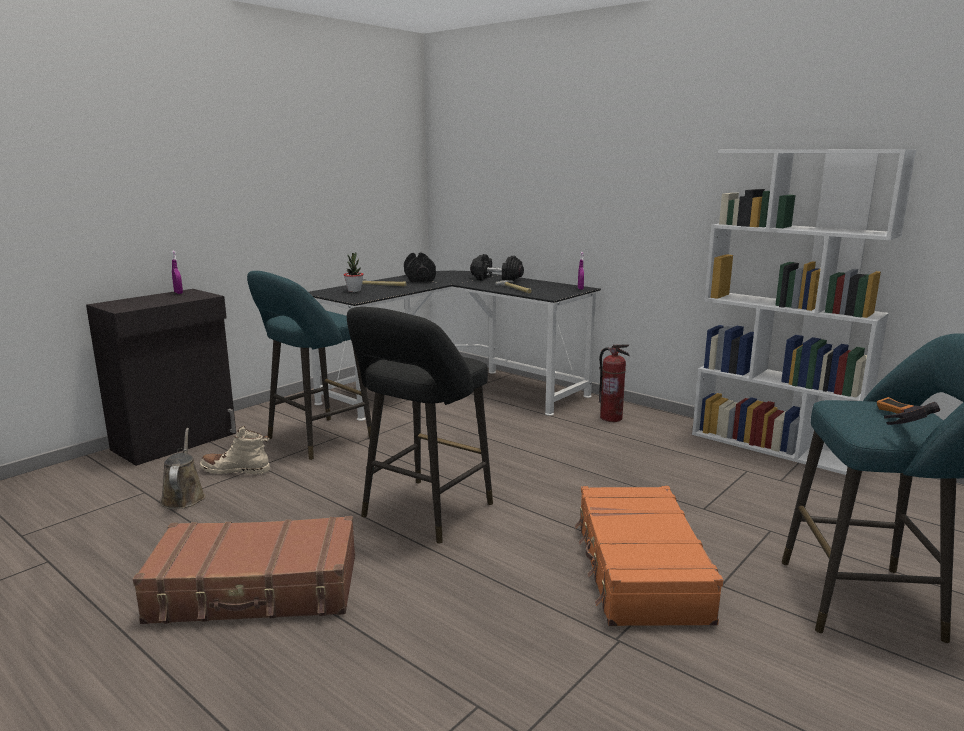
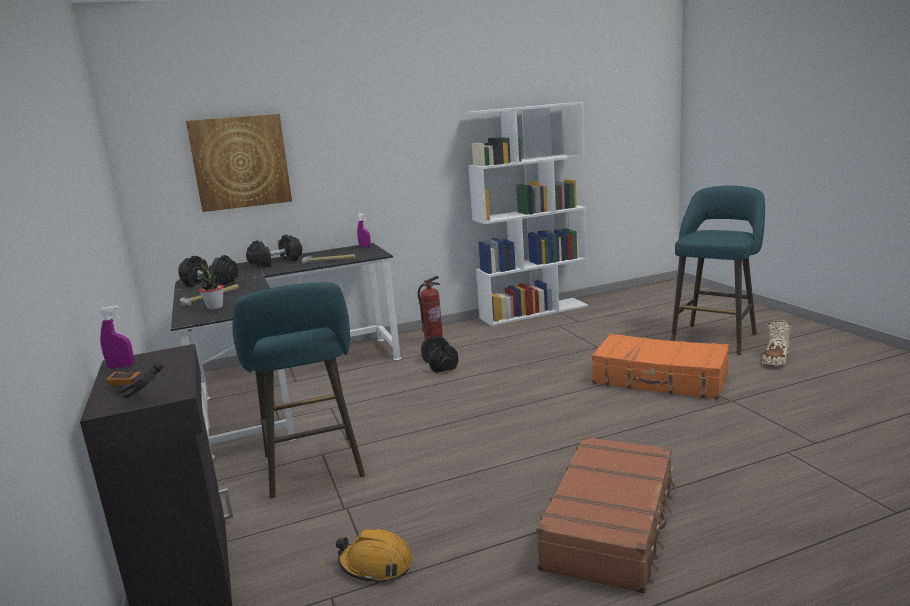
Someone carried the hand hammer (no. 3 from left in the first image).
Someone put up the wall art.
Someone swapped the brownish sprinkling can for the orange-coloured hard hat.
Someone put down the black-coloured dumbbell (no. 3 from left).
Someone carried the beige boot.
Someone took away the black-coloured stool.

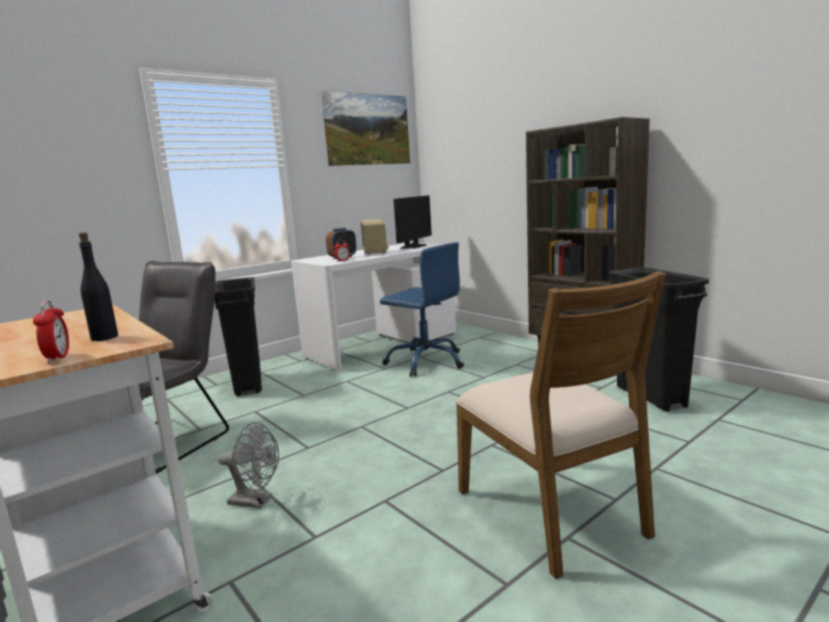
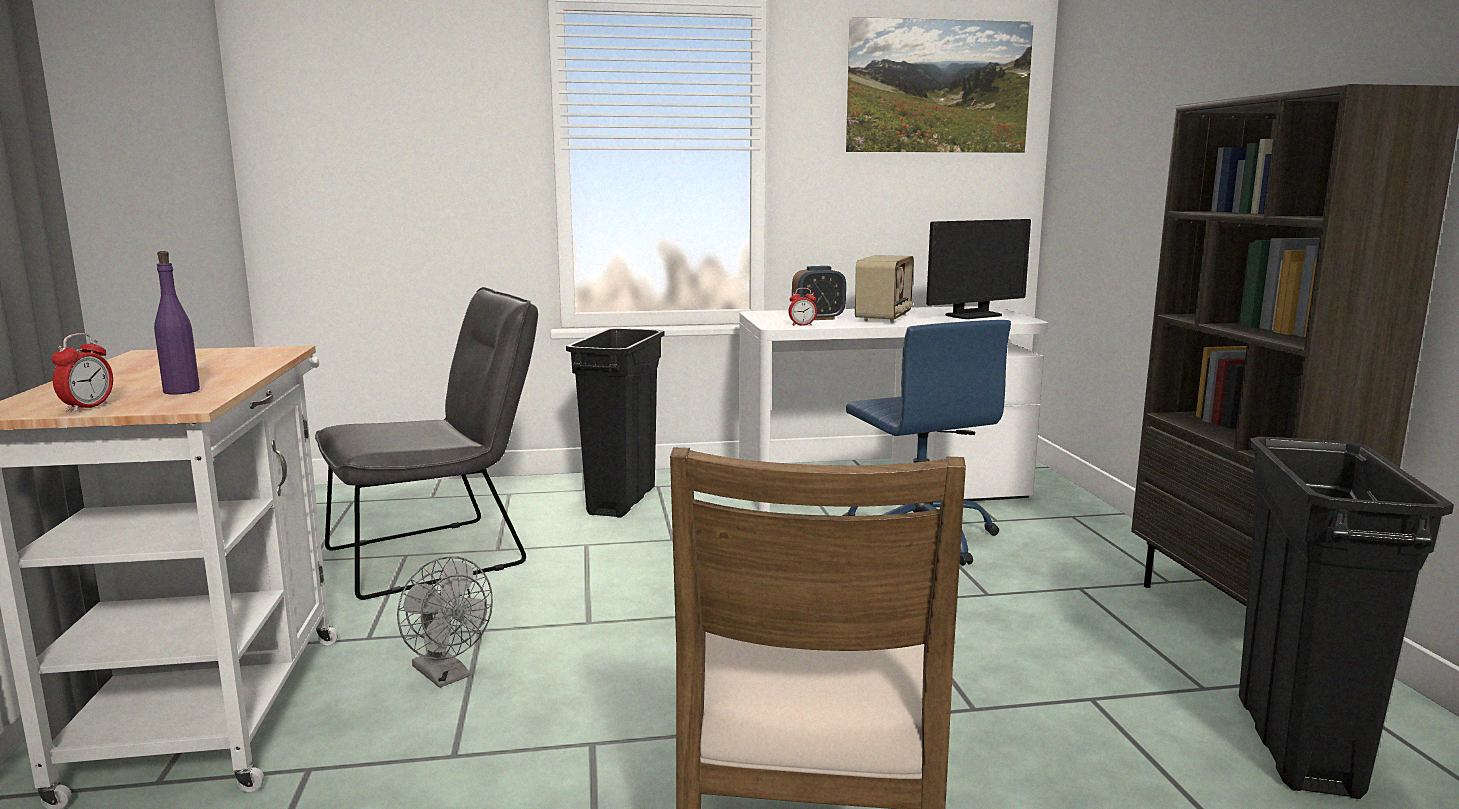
Someone repainted the black-coloured drink bottle, which became the purple drink bottle.

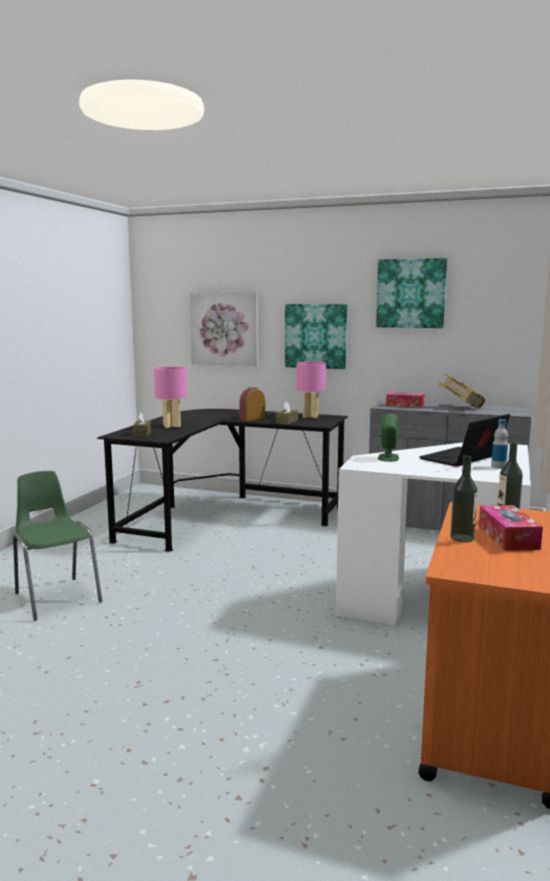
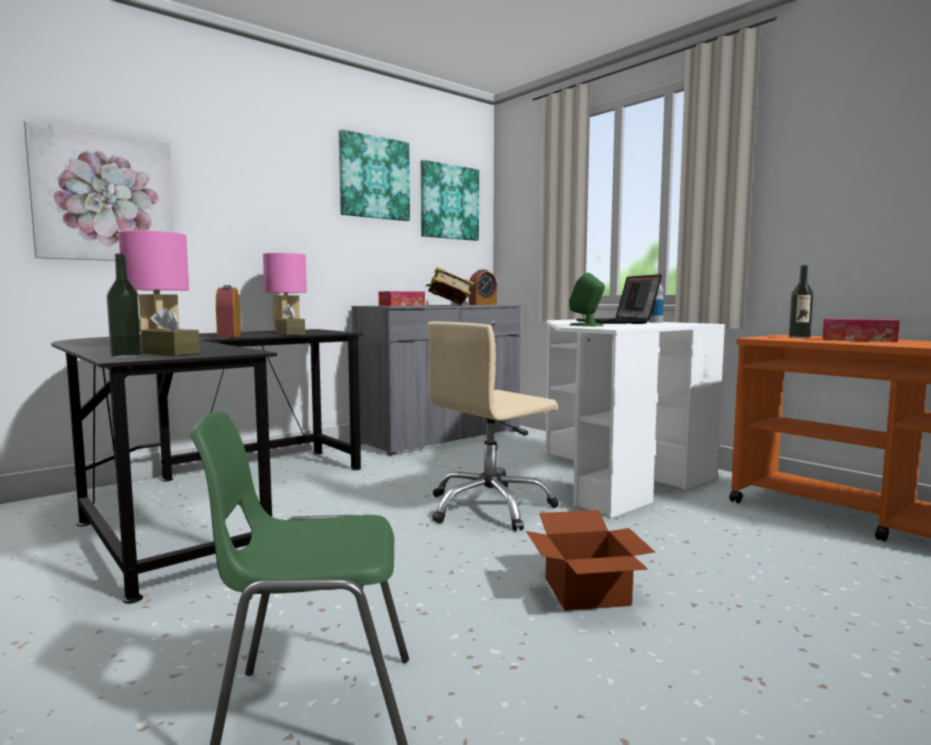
Someone carried the drink bottle (no. 1 from left).
Someone carried the wall art (no. 2 from left in the first image).
Someone put down the beige office chair.
Someone put down the alarm clock (no. 2 from left).
Someone put down the cardboard box.

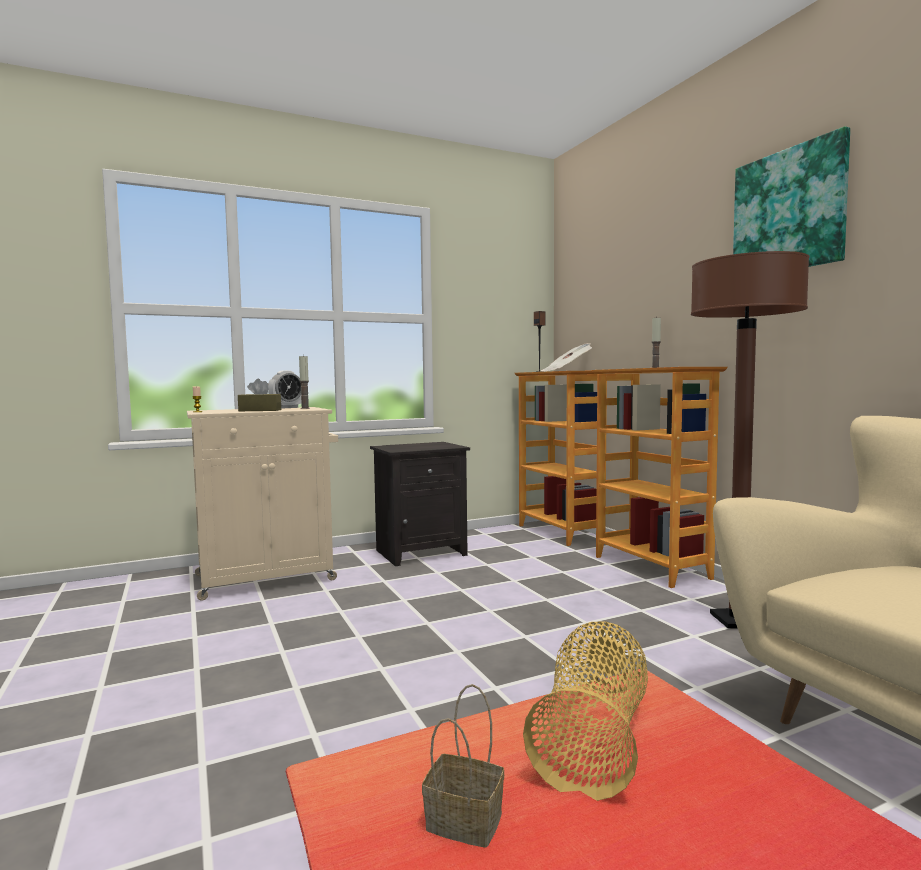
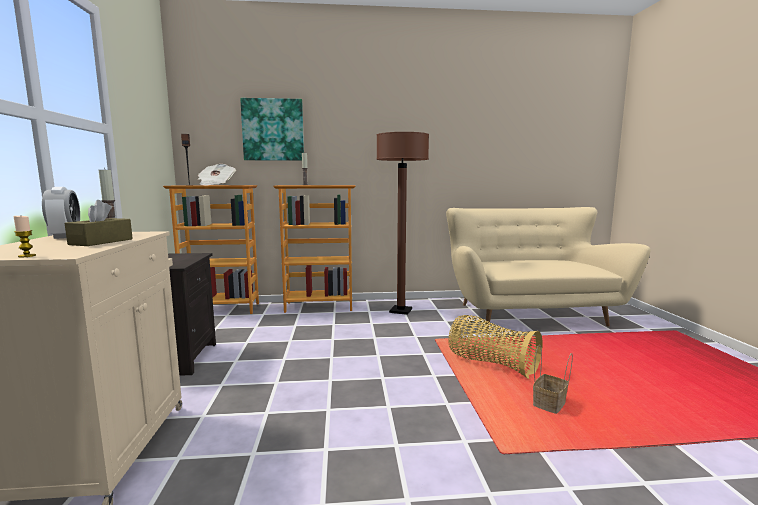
Someone carried the wall art.

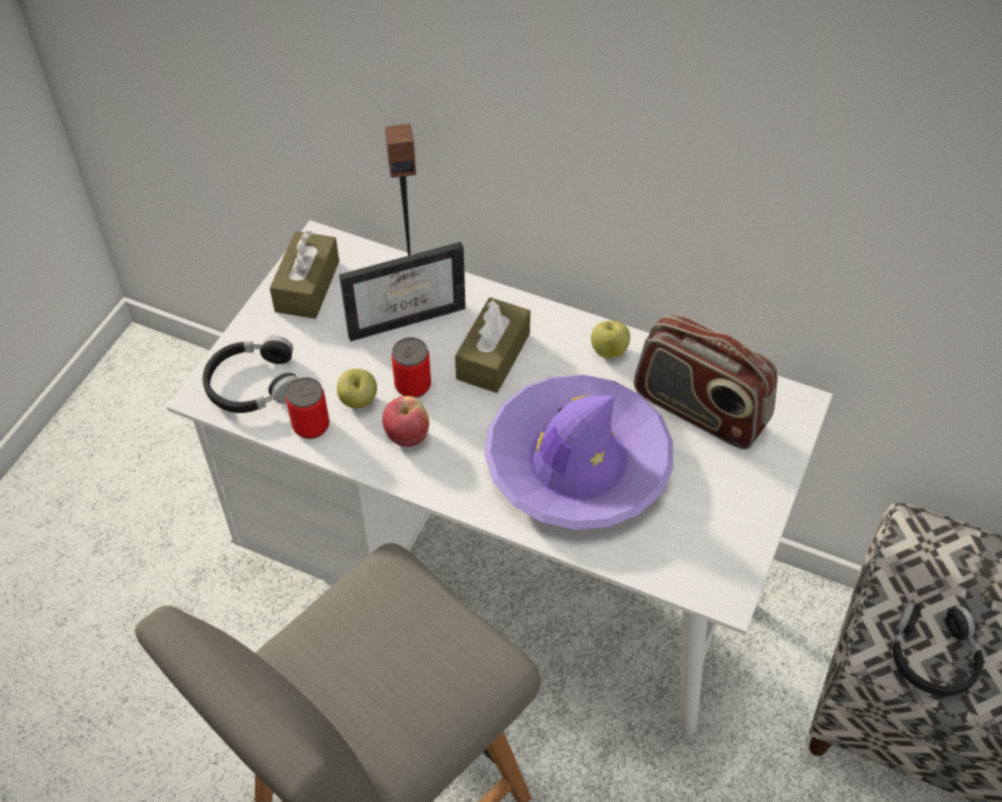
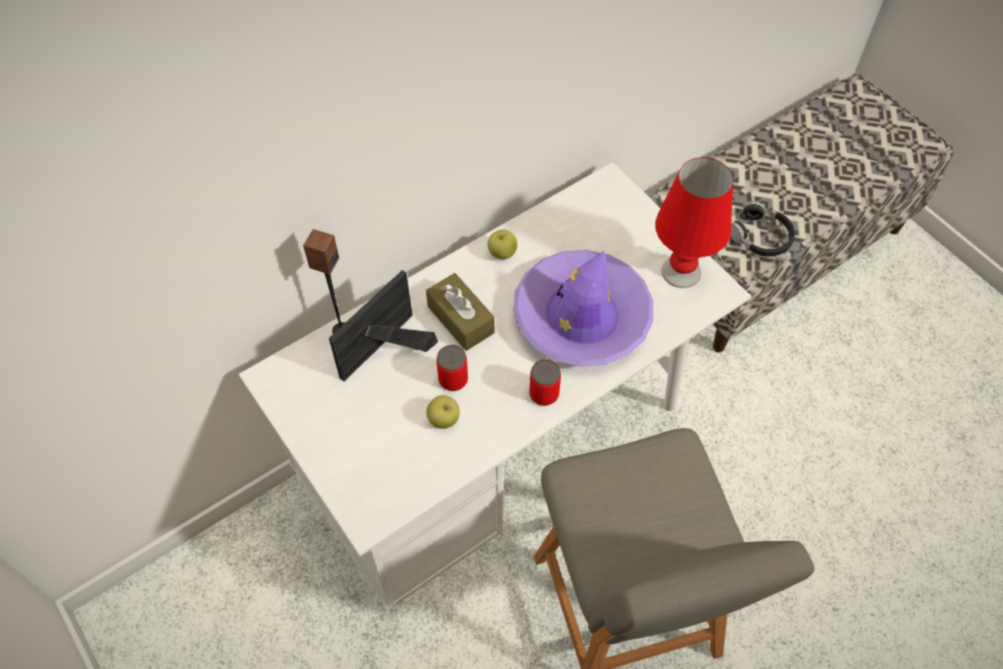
Someone rotated the photo frame by 150 degrees counterclockwise.
Someone carried the sealed can (no. 1 from left in the first image).
Someone put down the reddish table lamp.
Someone took away the black-coloured pair of headphones (no. 1 from left).
Someone took away the brownish tissue holder (no. 1 from left).
Someone took away the whole apple (no. 2 from left).
Someone took away the radio receiver.

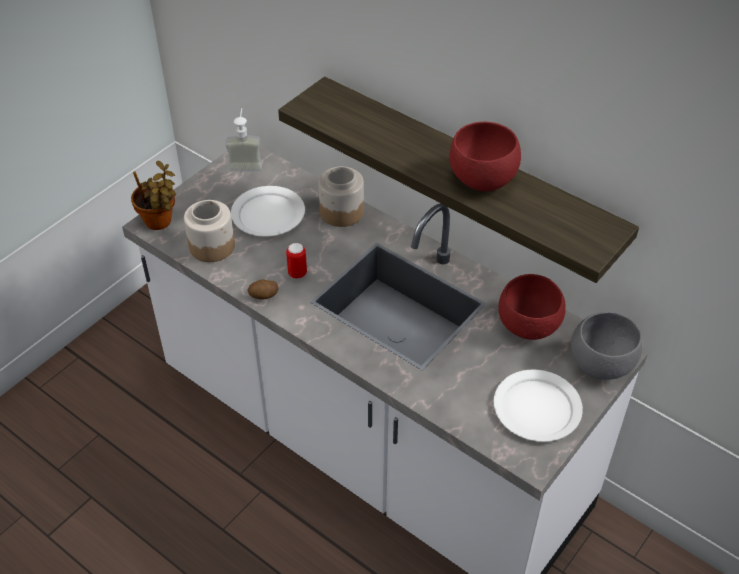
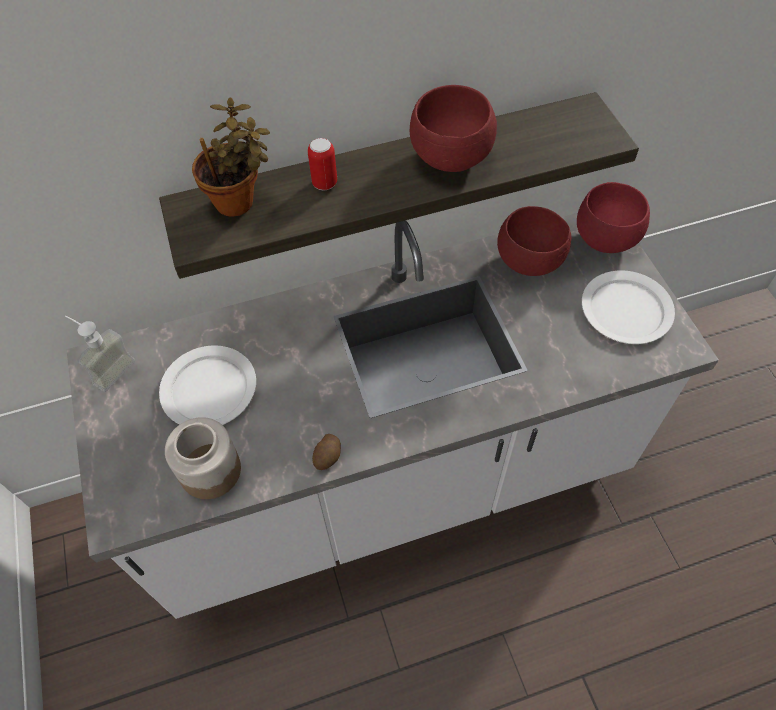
Someone carried the houseplant.
Someone carried the sealed can.
Someone repainted the greyish bowl, which became the reddish bowl (no. 3 from left).
Someone took away the storage jar (no. 2 from left).

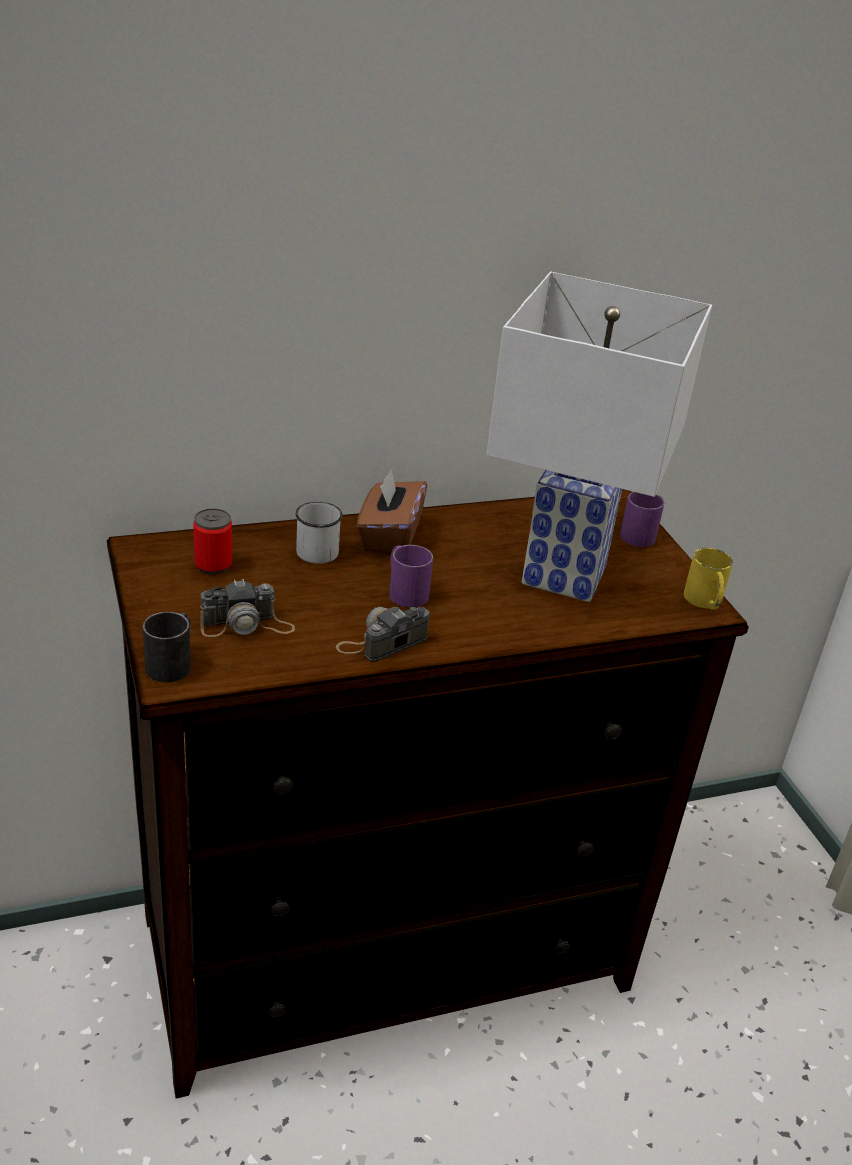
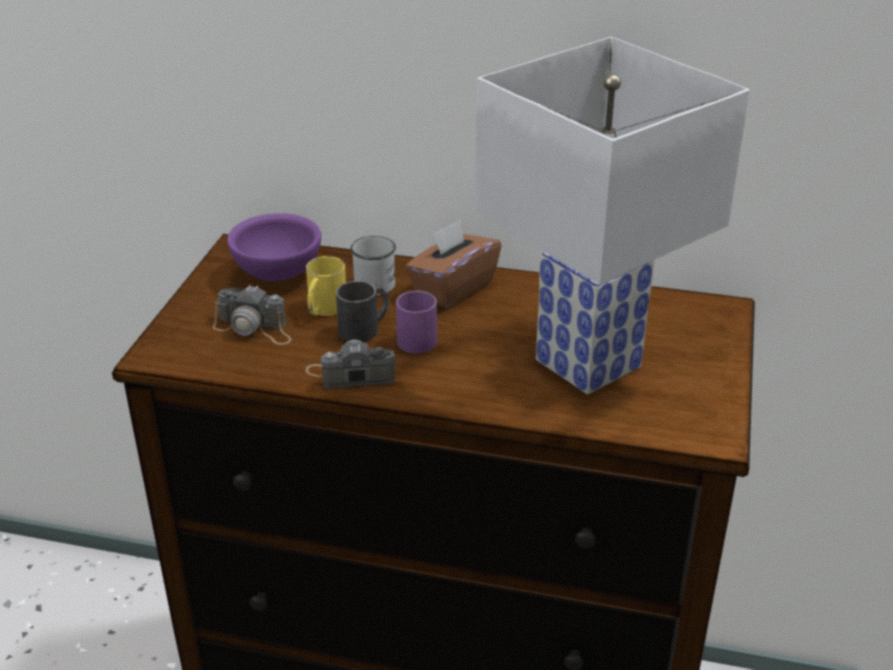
Someone swapped the sealed can for the purple bowl.
Someone carried the yellow coffee mug.
Someone carried the black-coloured coffee mug.
Someone took away the purple coffee mug (no. 2 from left).

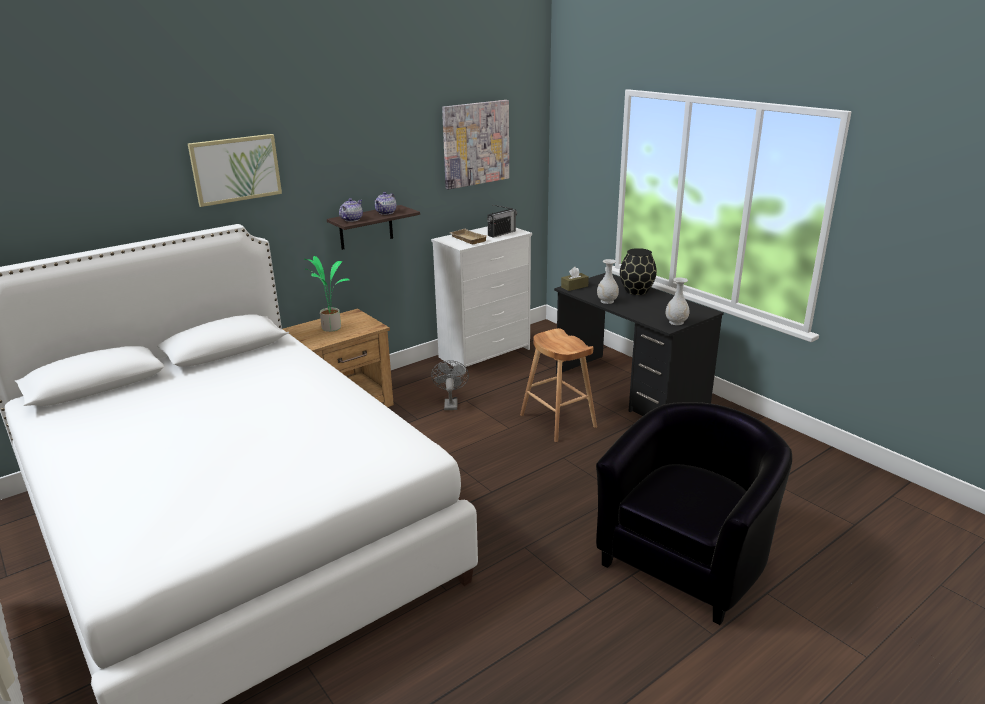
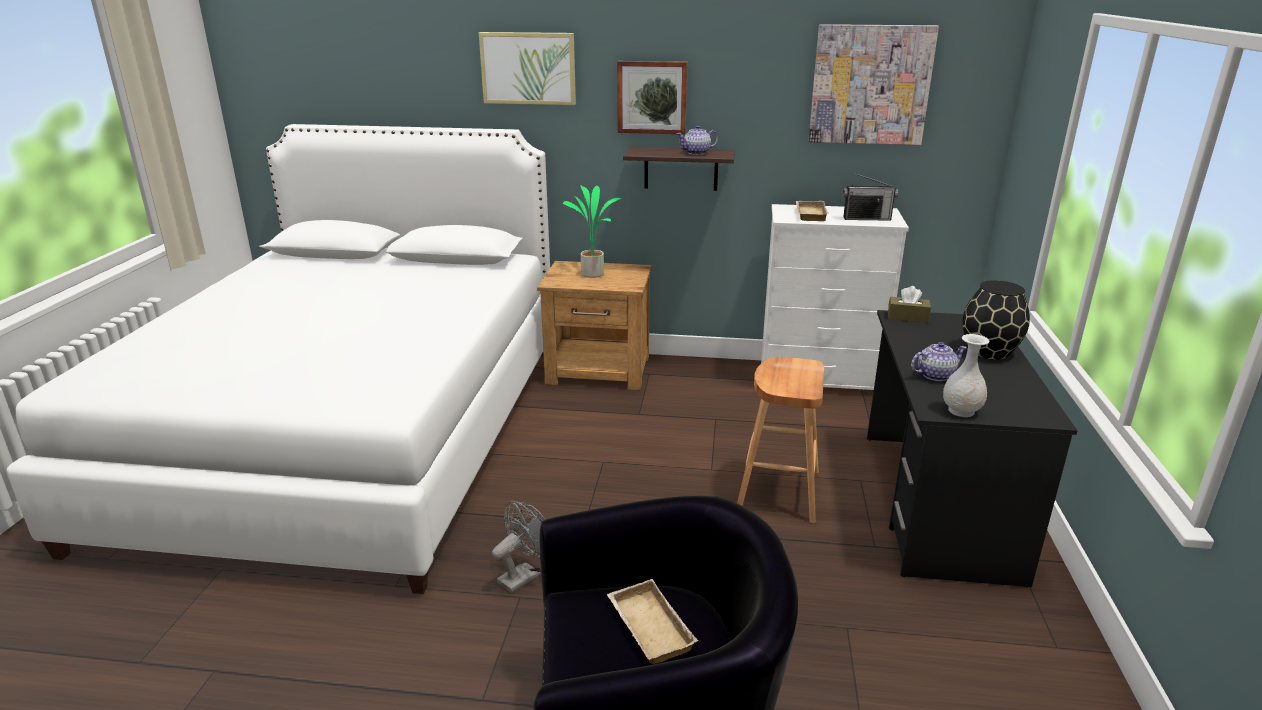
Someone carried the greyish fan.
Someone put down the beige carrying tray (no. 1 from left).
Someone put up the wall art (no. 2 from left).
Someone carried the tea pot (no. 1 from left in the first image).
Someone took away the whitish decorative vase (no. 1 from left).

